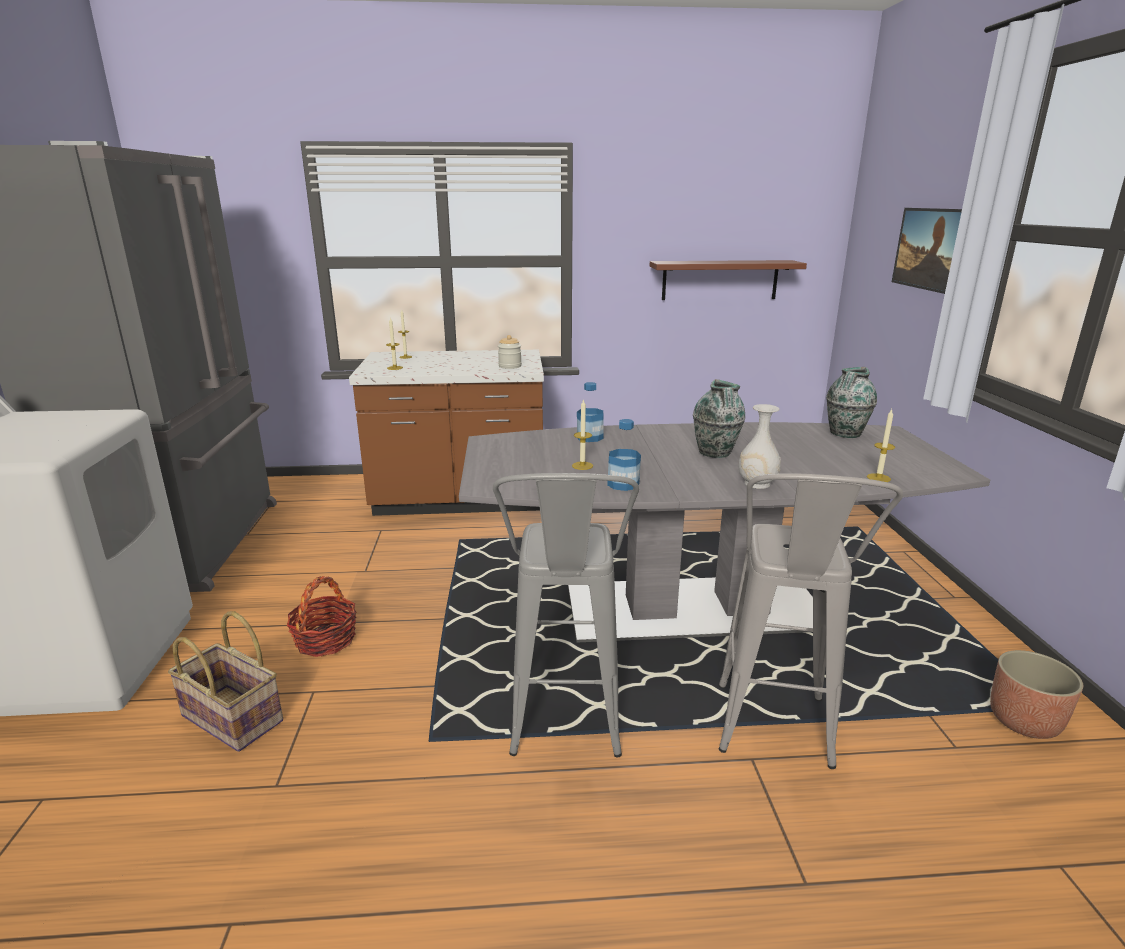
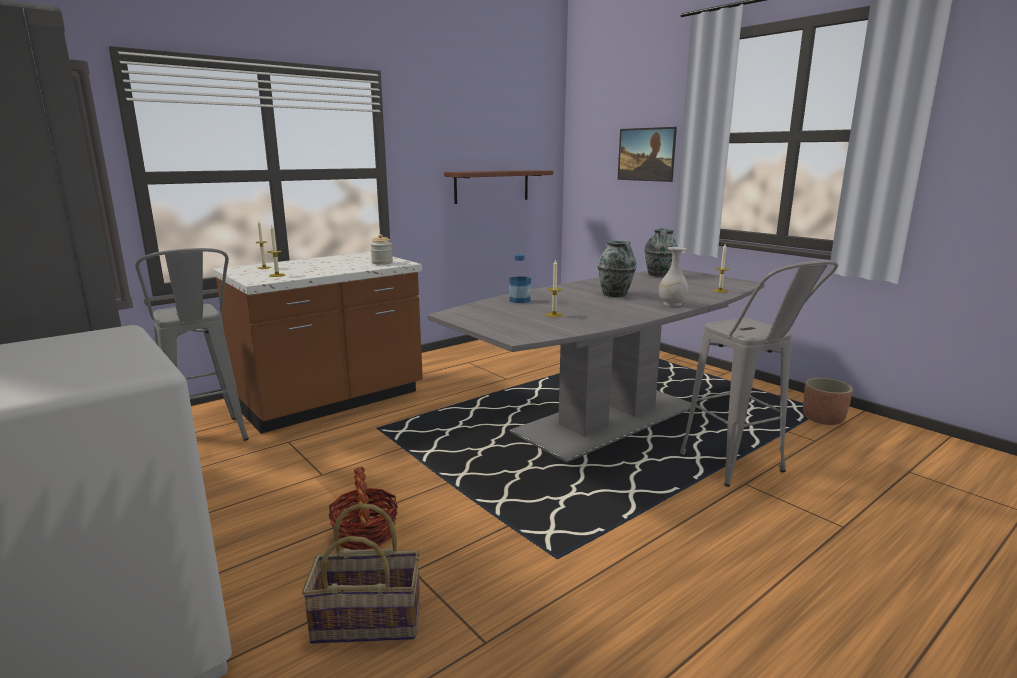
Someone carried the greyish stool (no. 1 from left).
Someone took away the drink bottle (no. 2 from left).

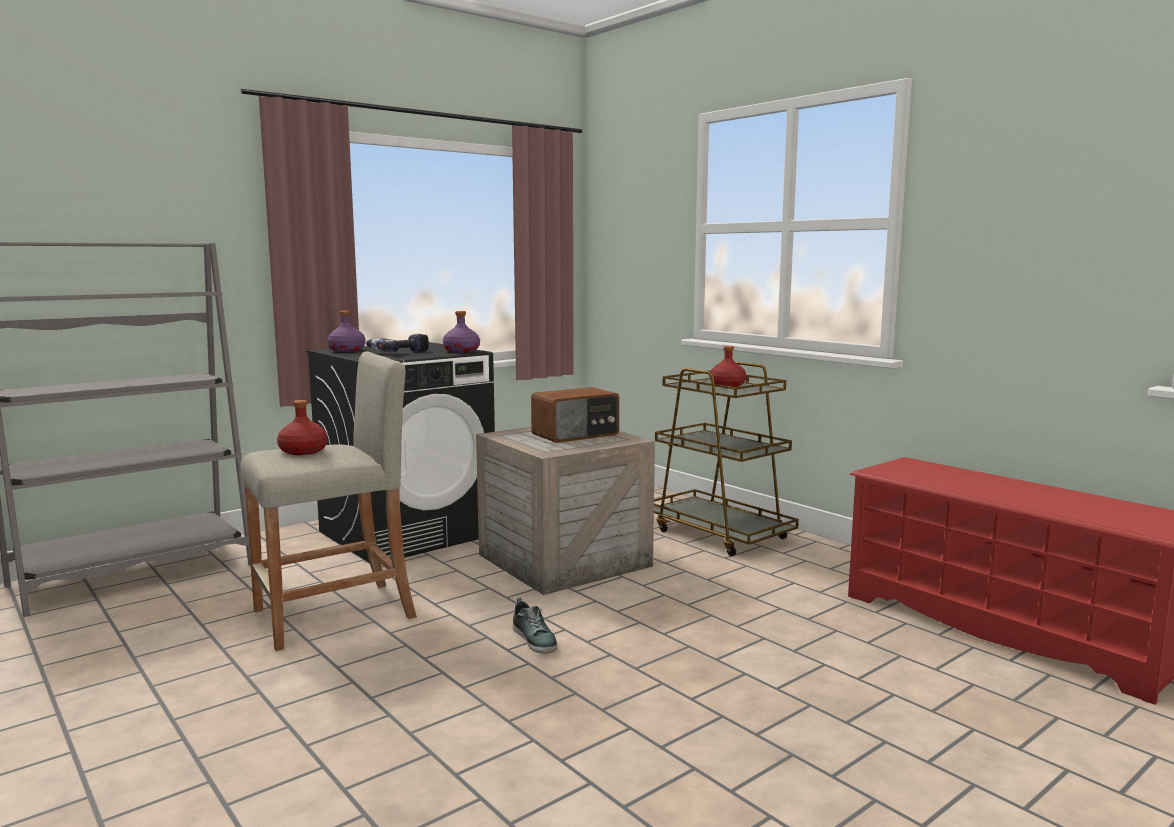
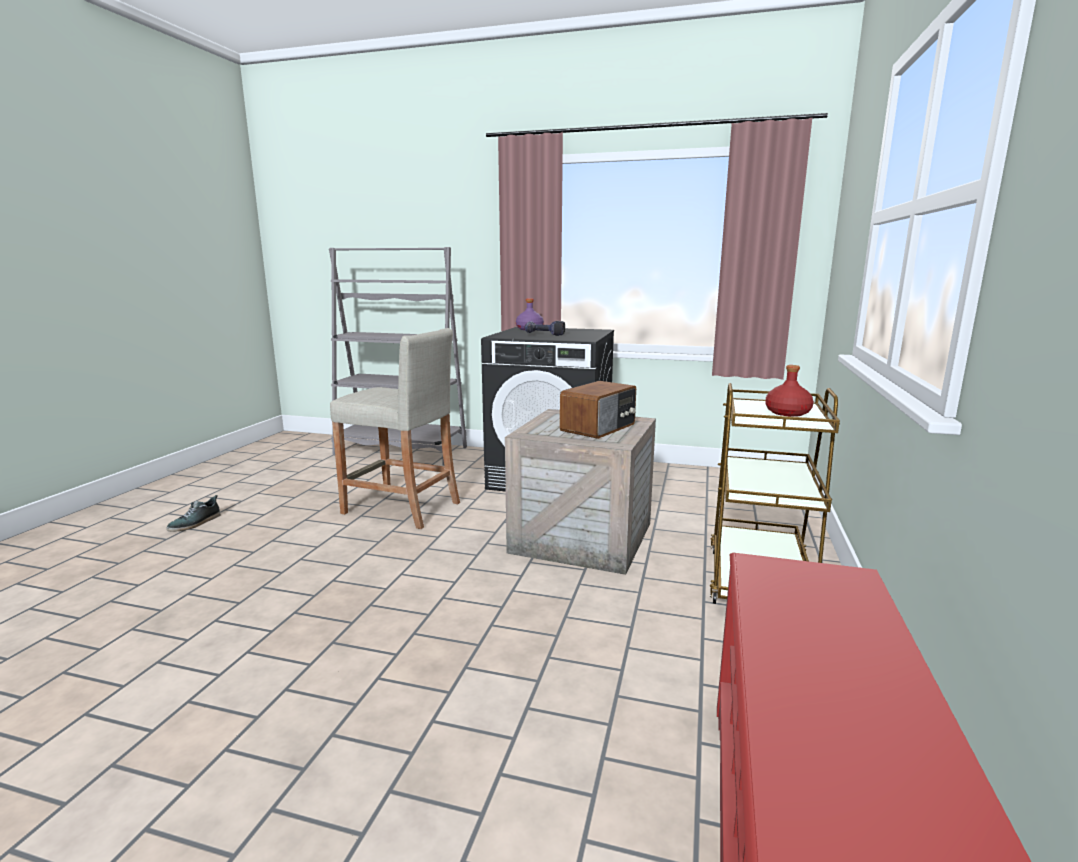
Someone carried the item of footwear.
Someone rotated the radio receiver by 75 degrees counterclockwise.
Someone took away the reddish drink bottle (no. 1 from left).
Someone took away the purple drink bottle (no. 2 from left).

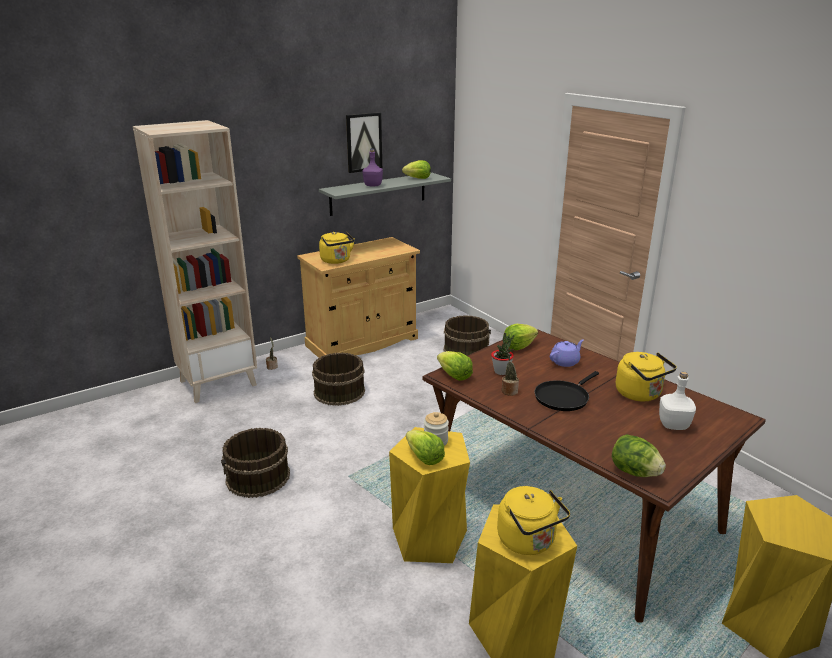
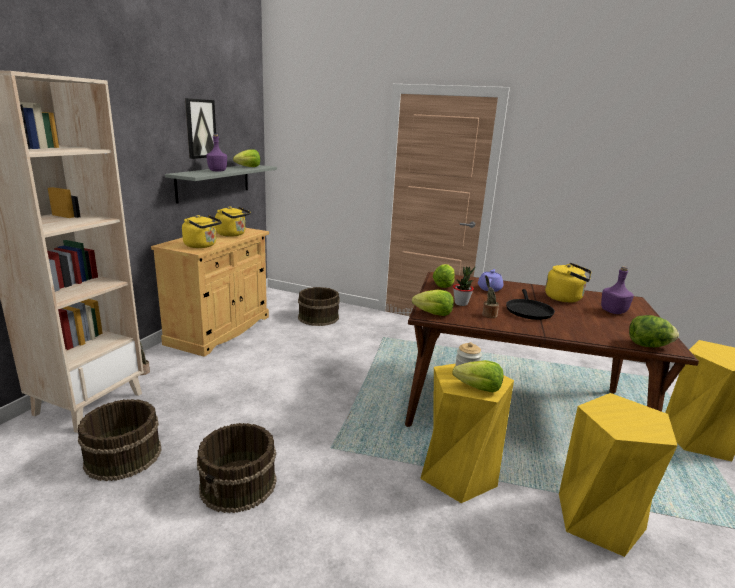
Someone carried the brownish bucket (no. 2 from left in the first image).
Someone carried the yellow water kettle (no. 2 from left).
Someone repainted the whitish drink bottle, which became the purple drink bottle (no. 2 from left).

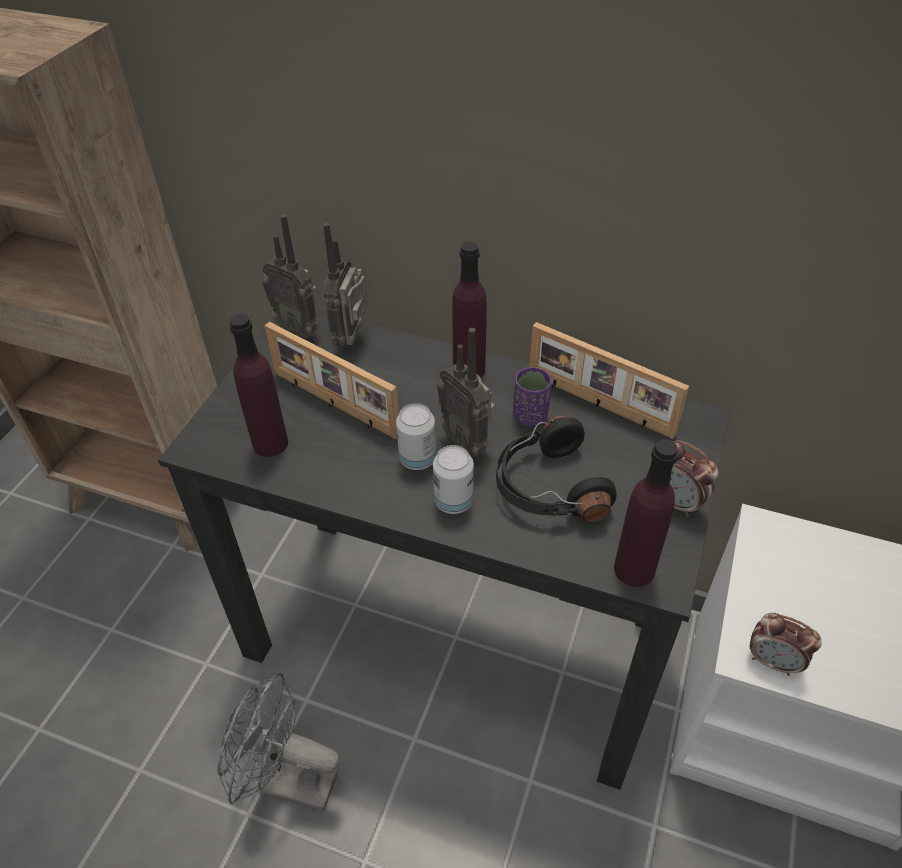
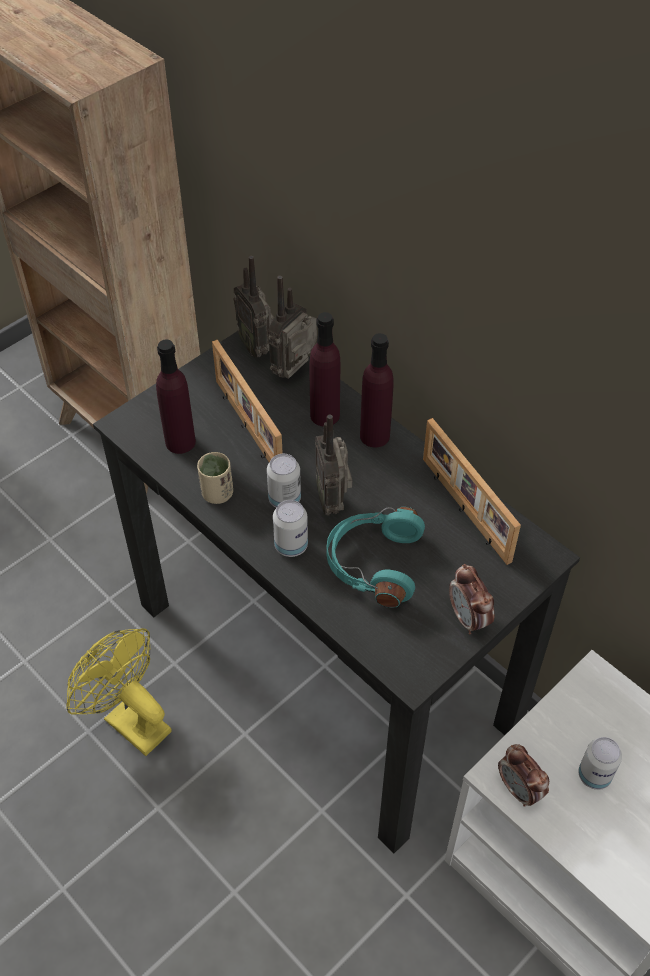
Someone repainted the greyish fan, which became the yellow fan.
Someone put down the beige small cup.
Someone carried the purple drink bottle (no. 3 from left in the first image).
Someone repainted the black-coloured pair of headphones, which became the turquoise pair of headphones.
Someone put down the sealed can (no. 3 from left).
Someone took away the purple small cup.

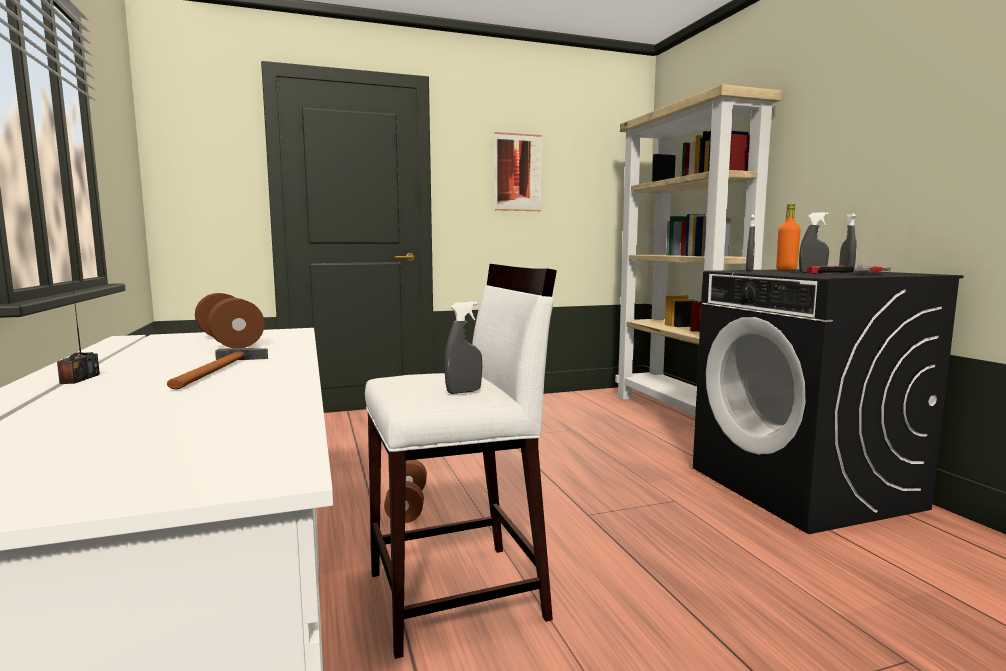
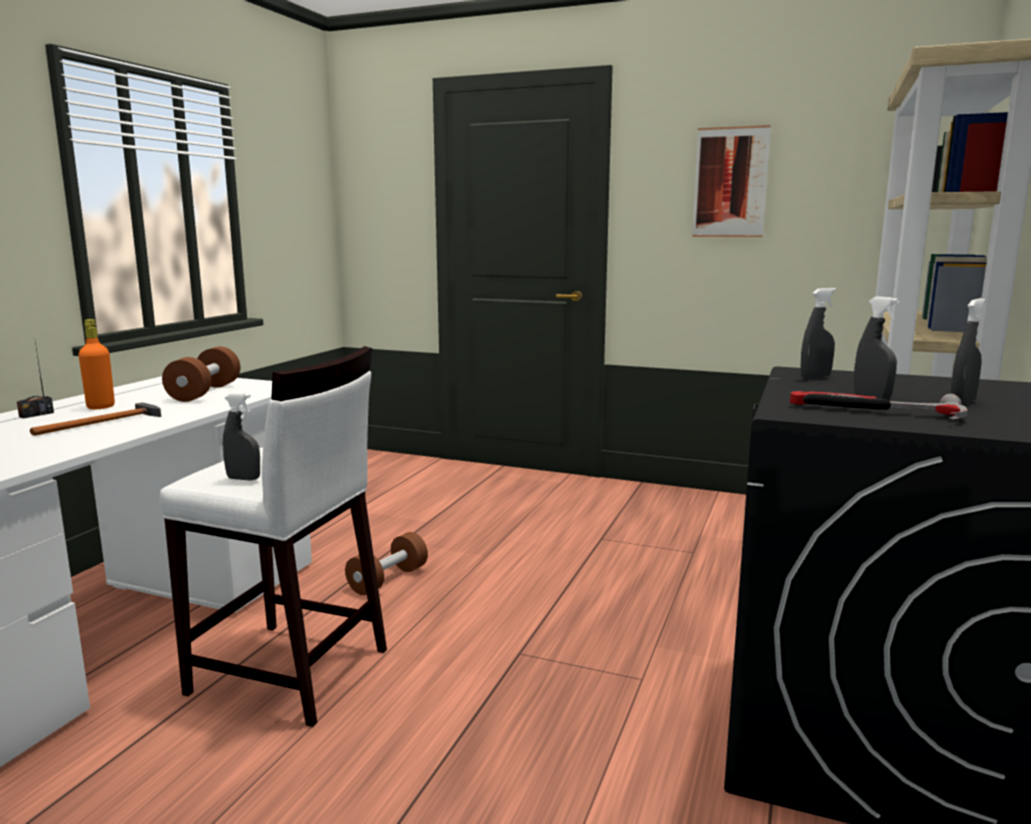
Someone carried the orange-coloured drink bottle.

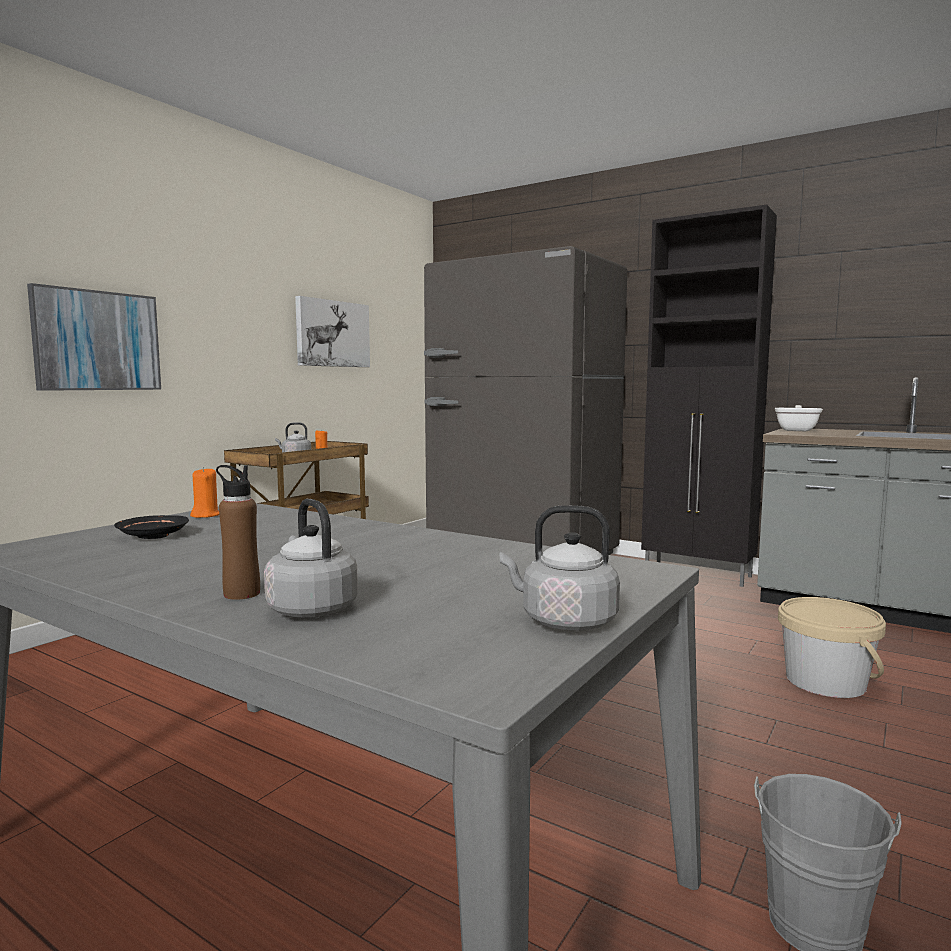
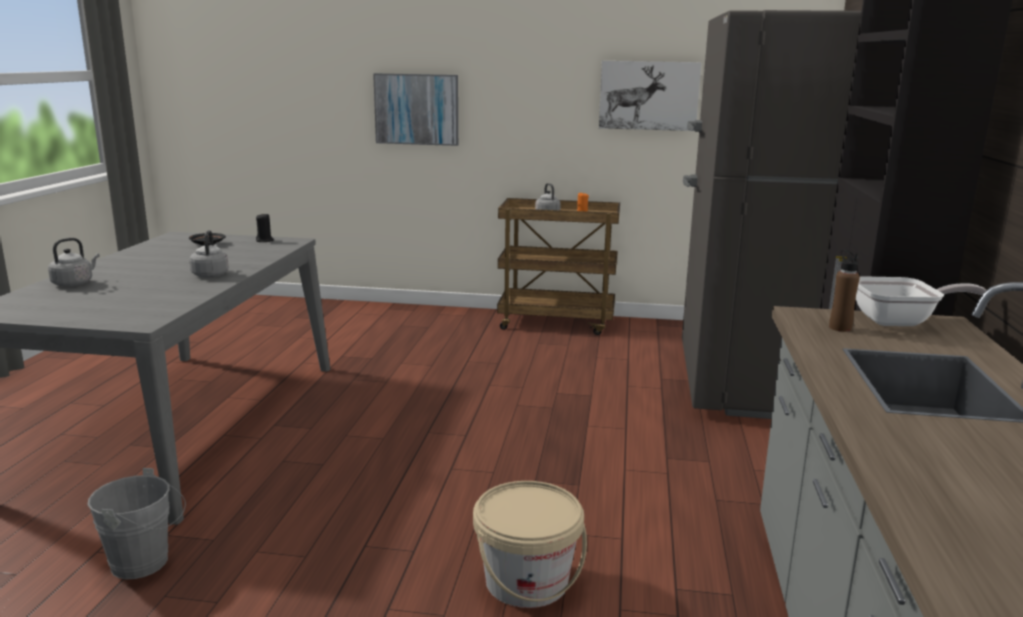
Someone carried the greyish water kettle (no. 3 from left in the first image).
Someone repainted the orange-coloured wax light (no. 1 from left), which became the black-coloured wax light.
Someone carried the brownish drink bottle.

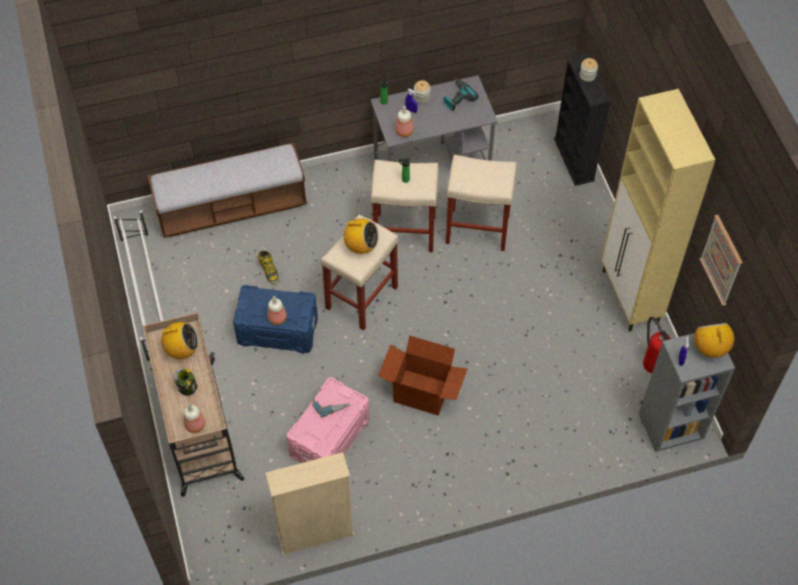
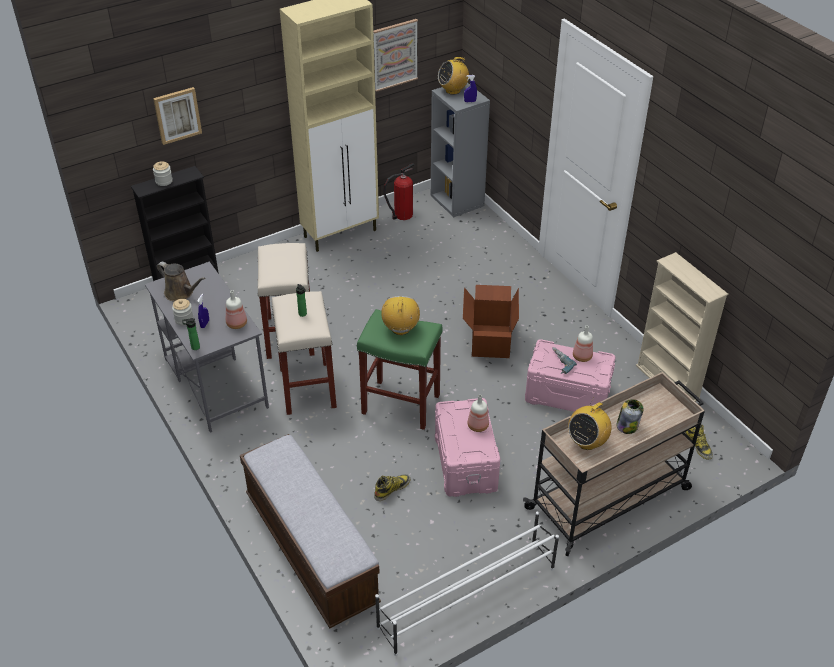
Someone put up the wall art (no. 1 from left).
Someone swapped the electric drill (no. 2 from left) for the brownish sprinkling can.
Someone repainted the beige stool (no. 1 from left), which became the green stool.
Someone repainted the blue storage container, which became the pink-coloured storage container (no. 1 from left).
Someone rotated the radio receiver (no. 1 from left in the first image) by 120 degrees counterclockwise.
Someone carried the drink bottle (no. 1 from left in the first image).
Someone put down the boot (no. 2 from left).

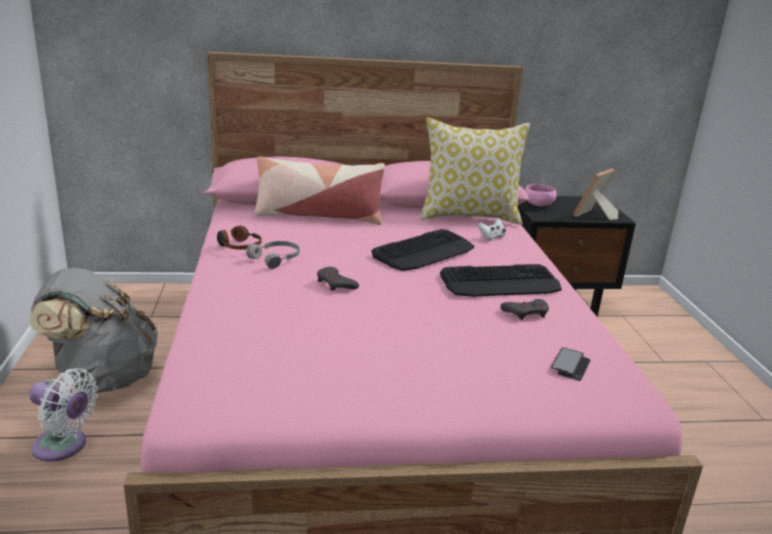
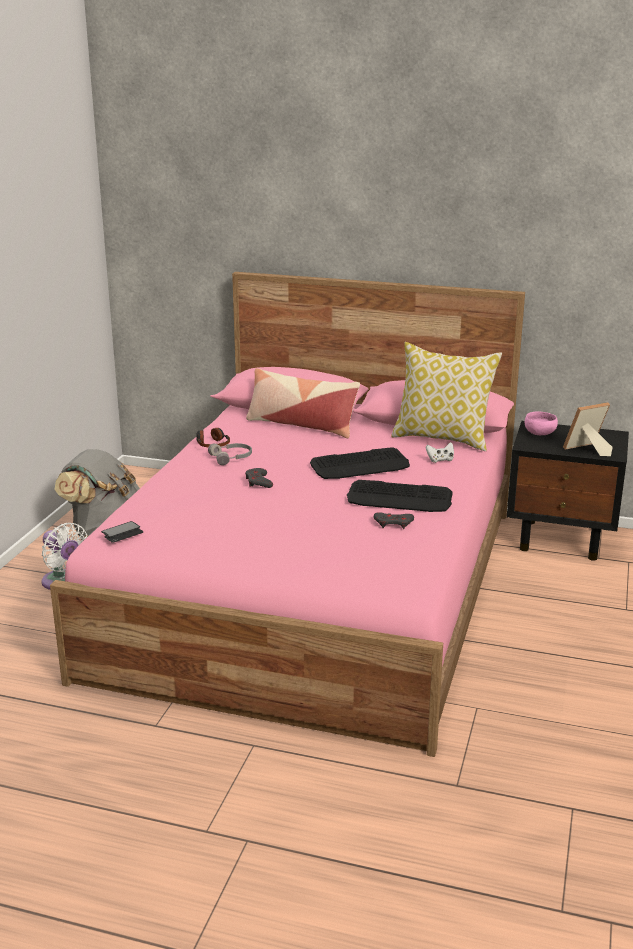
Someone carried the telephone.

